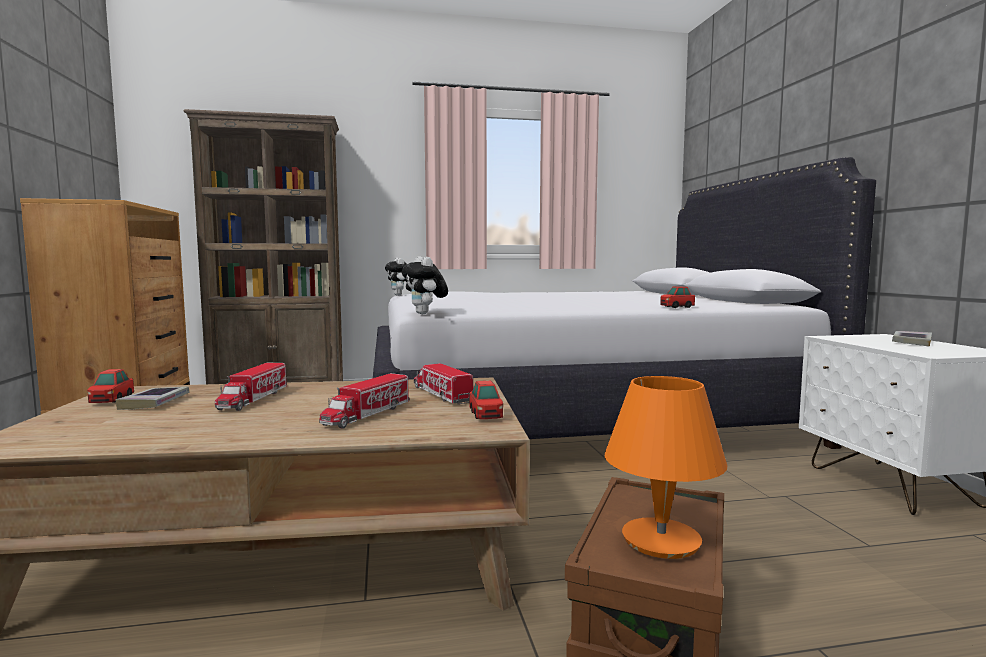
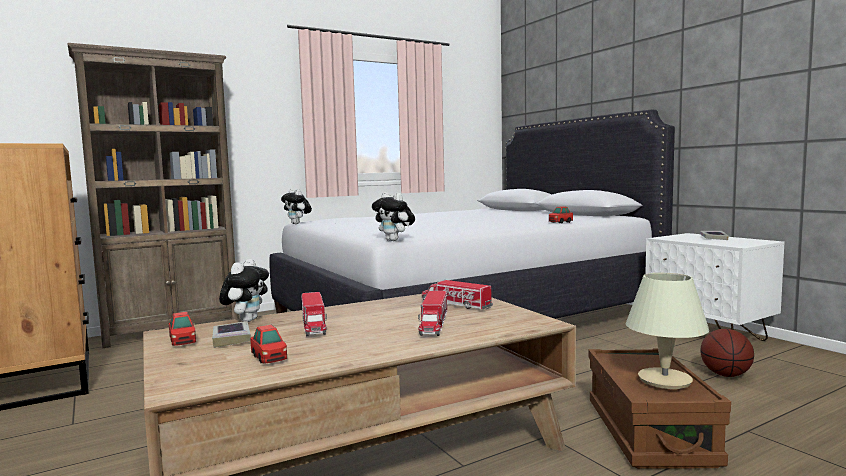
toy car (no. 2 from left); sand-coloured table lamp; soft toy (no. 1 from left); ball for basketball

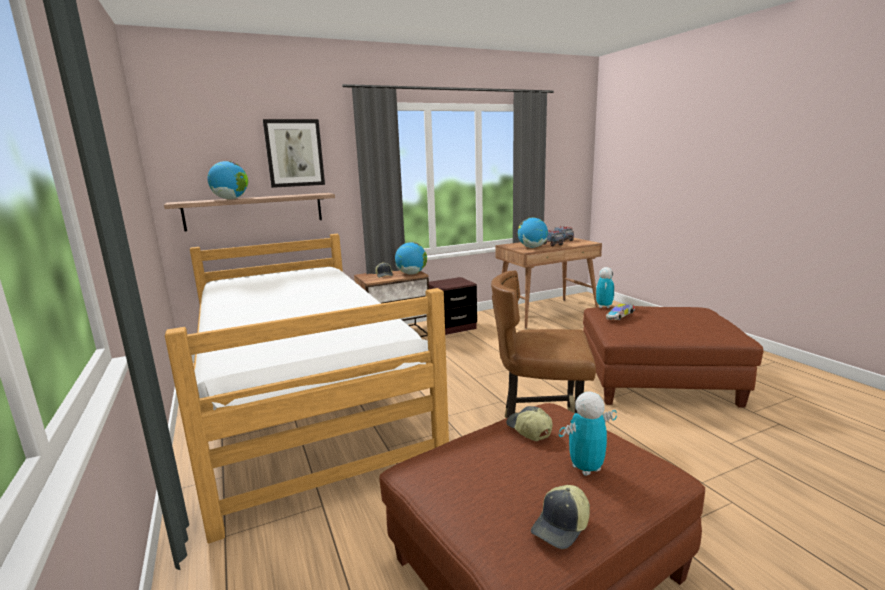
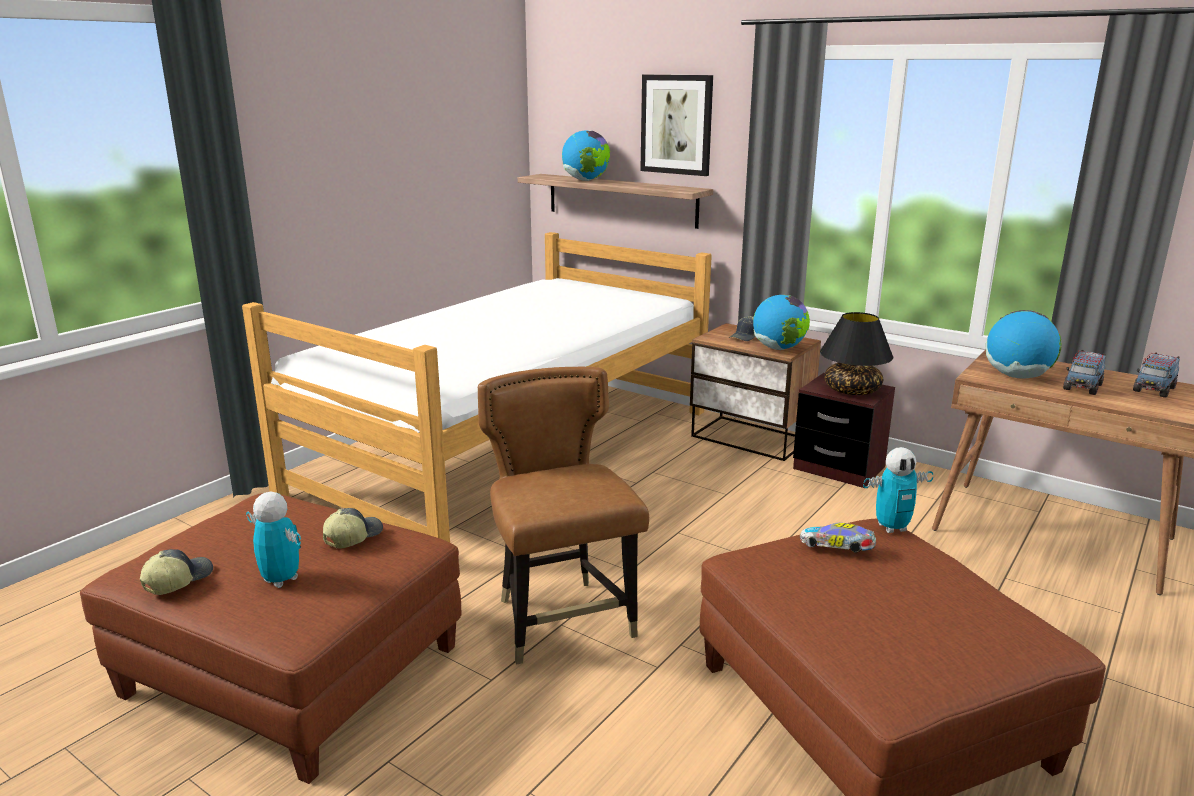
baseball cap (no. 1 from left); black table lamp

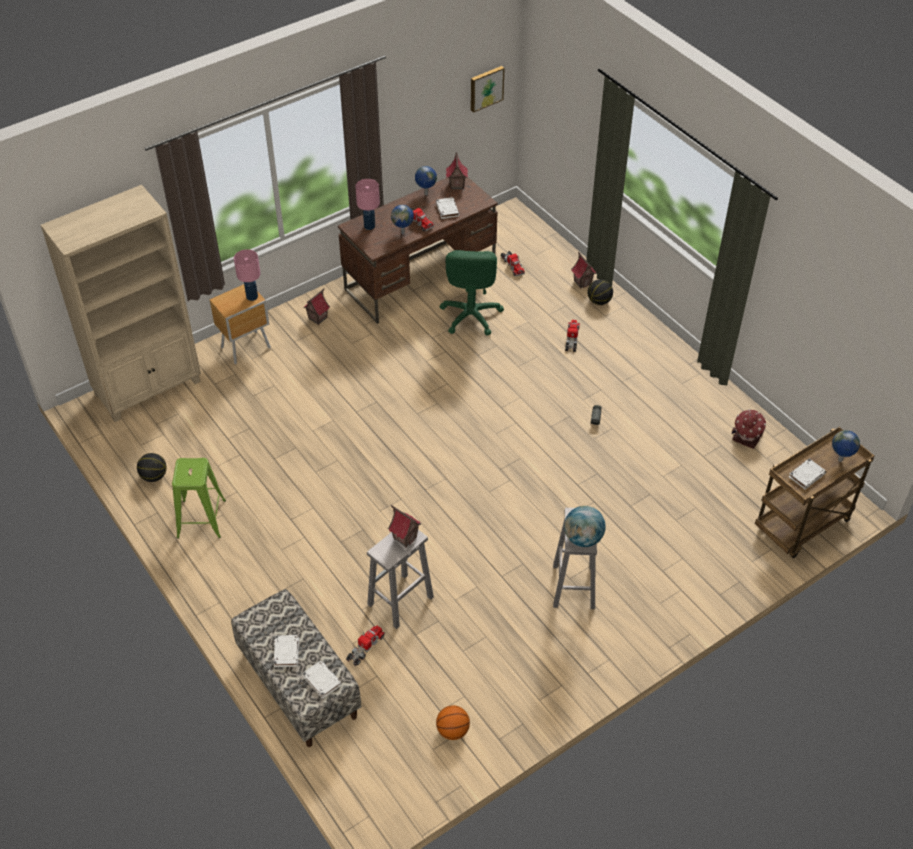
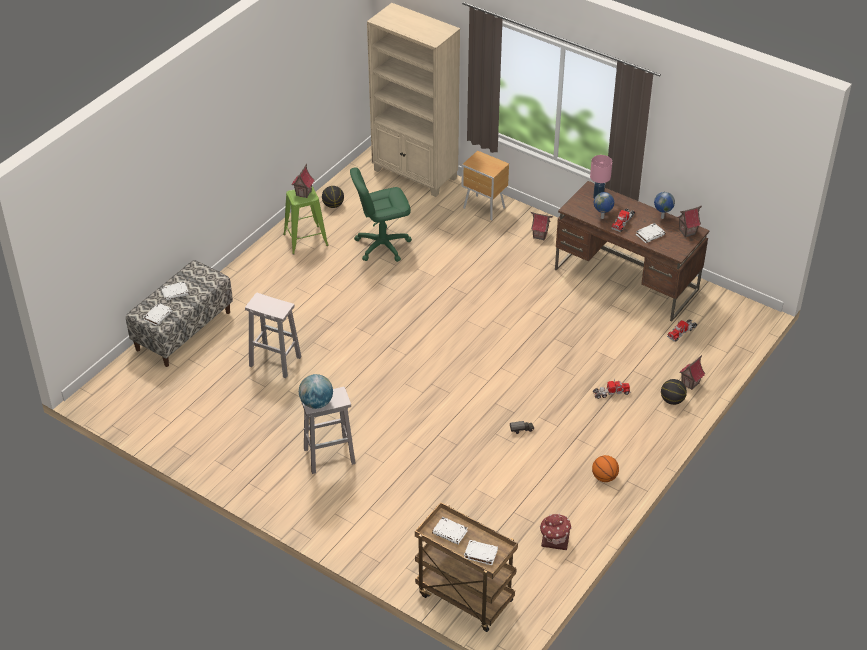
pink table lamp (no. 1 from left in the first image); toy lorry (no. 1 from left in the first image); toy house (no. 1 from left); ball for basketball (no. 2 from left); green desk chair; wall art; white-coloured bound book (no. 4 from left)

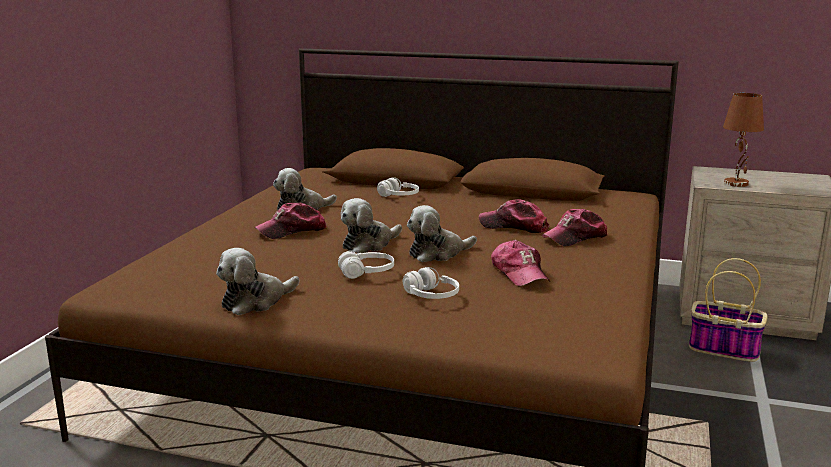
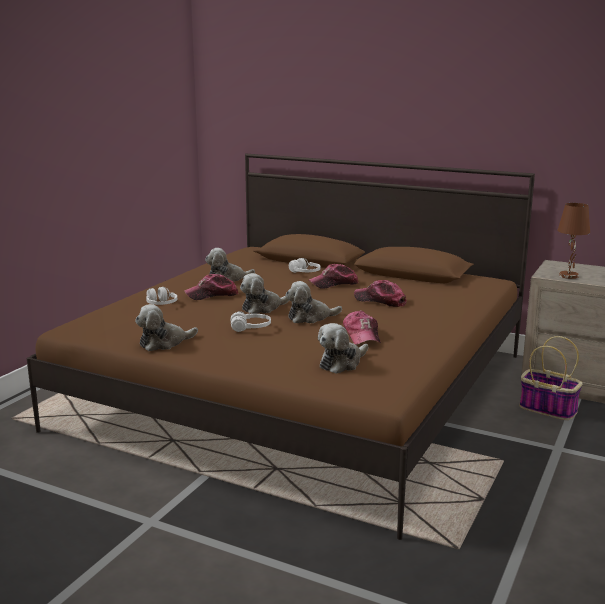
white-coloured pair of headphones (no. 1 from left); baseball cap (no. 2 from left); soft toy (no. 5 from left)

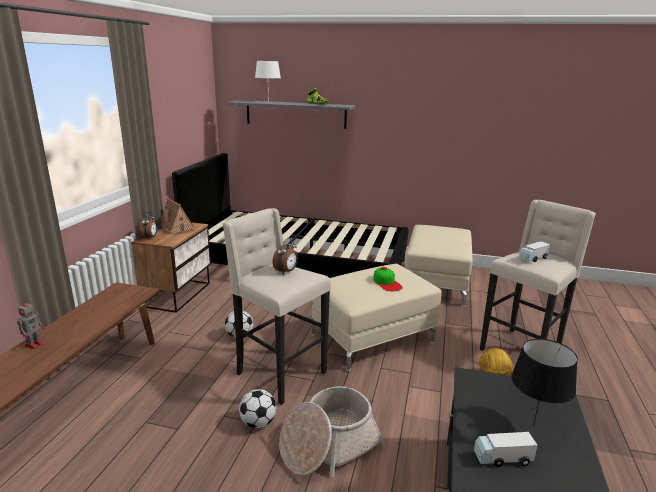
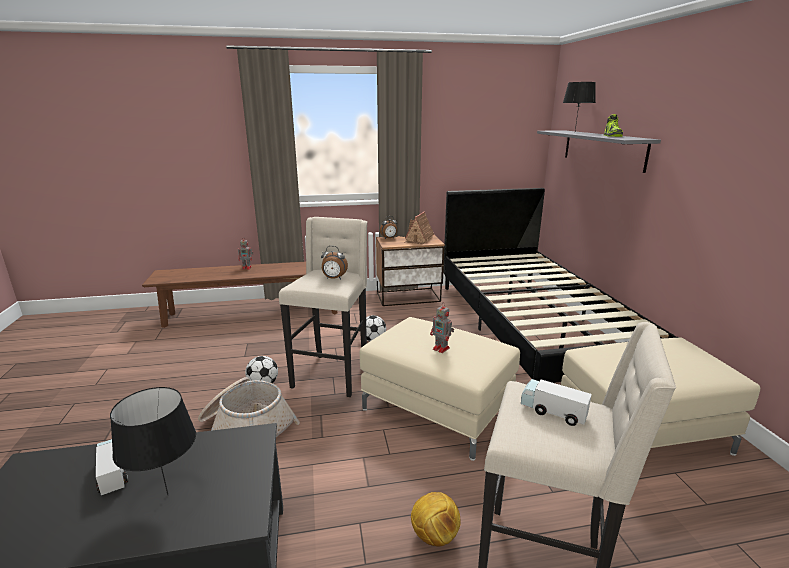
black table lamp (no. 2 from left); robot figure (no. 2 from left)

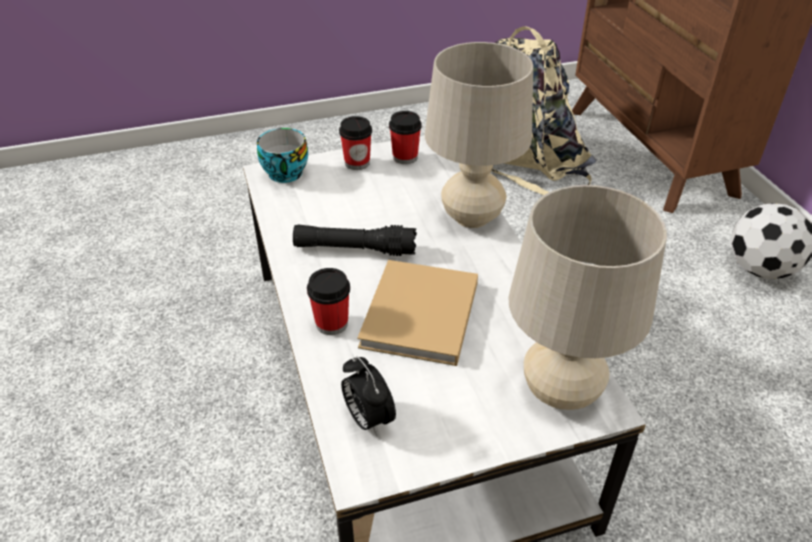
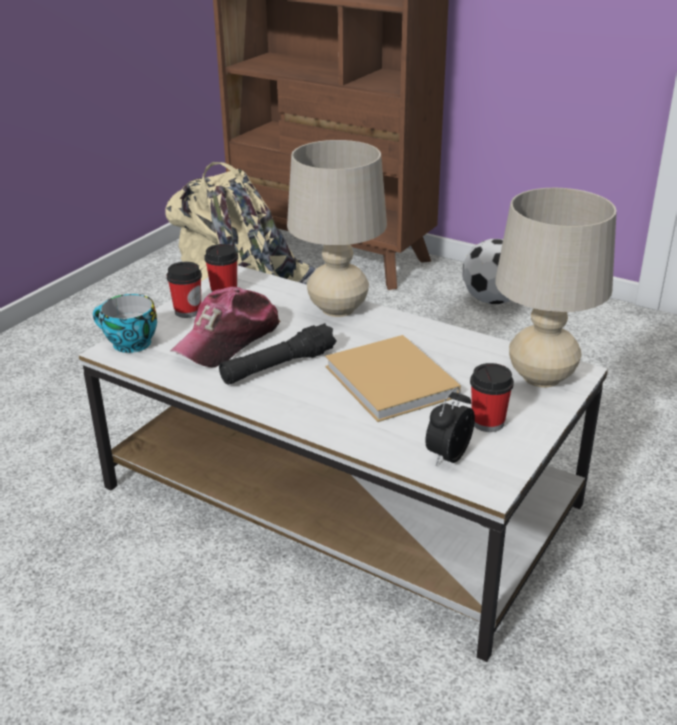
drinking cup (no. 4 from left); bedside clock; baseball cap

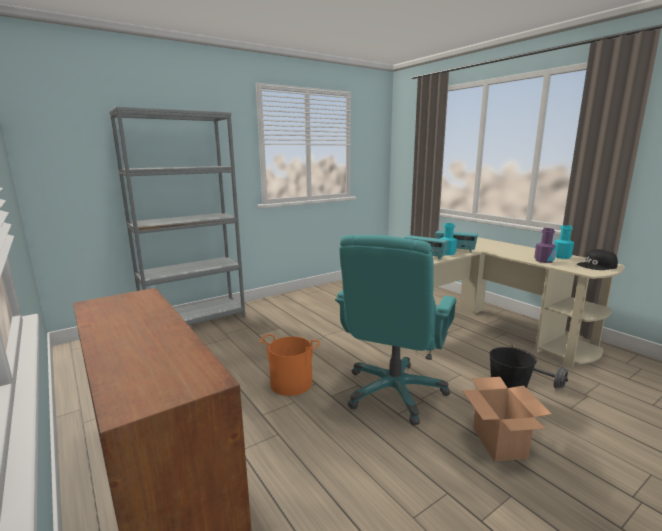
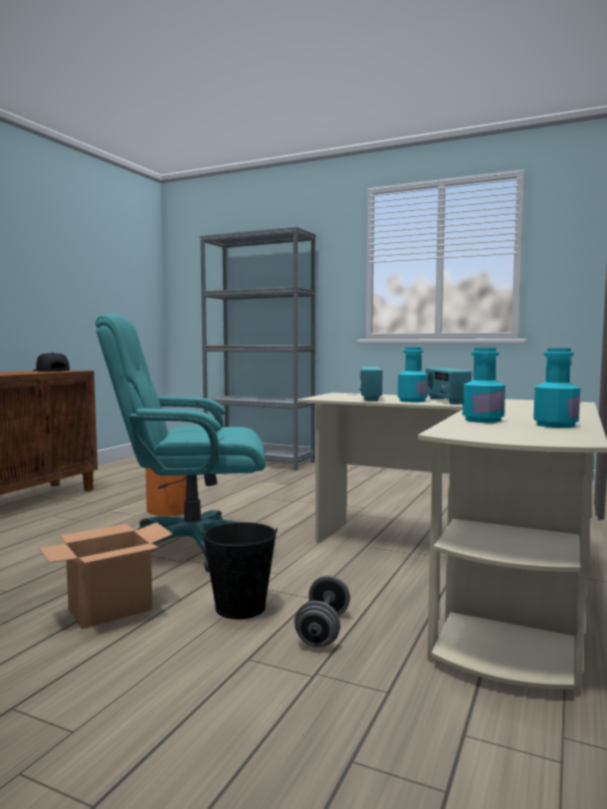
turquoise beverage bottle (no. 2 from left); black baseball cap

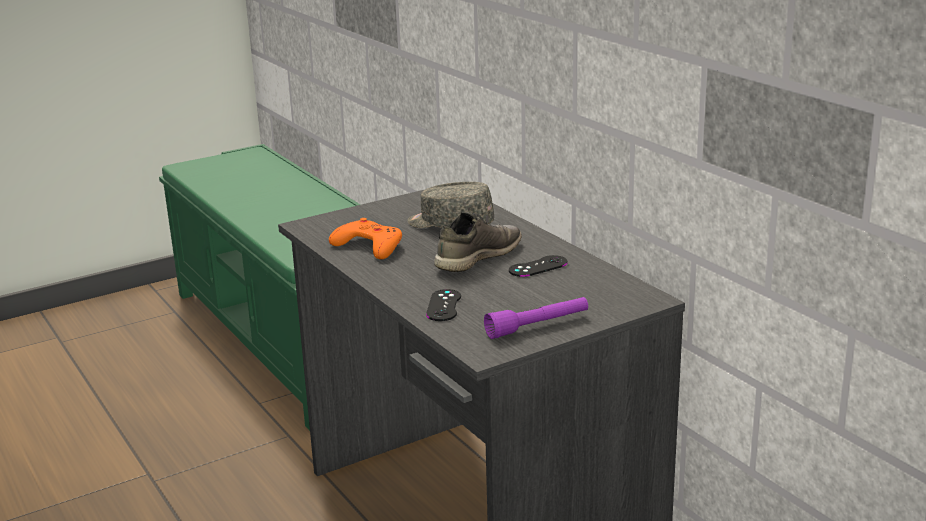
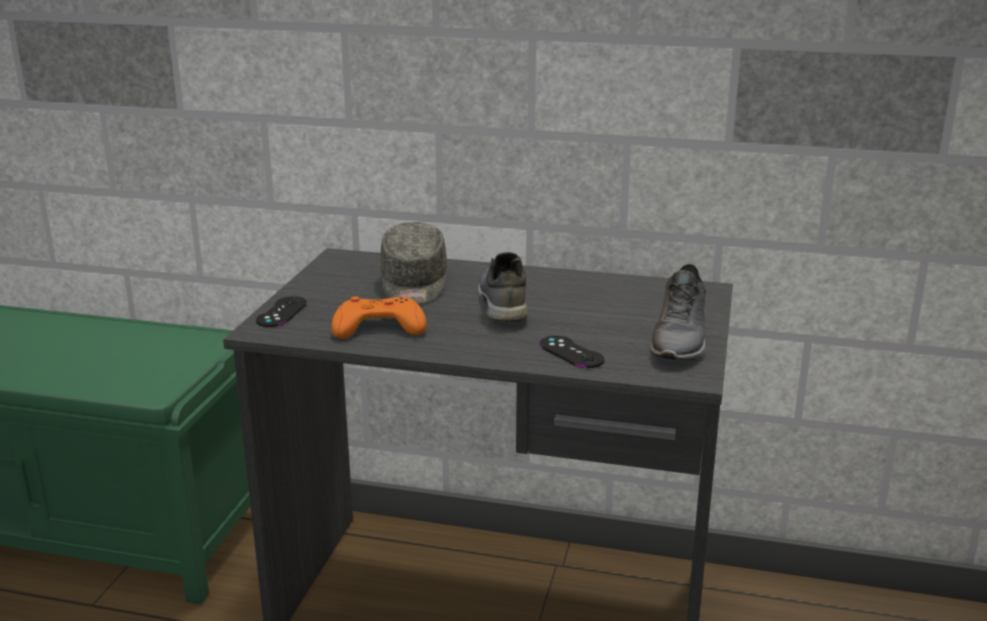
greyish baseball cap; greyish low shoe (no. 2 from left); black gamepad (no. 1 from left)

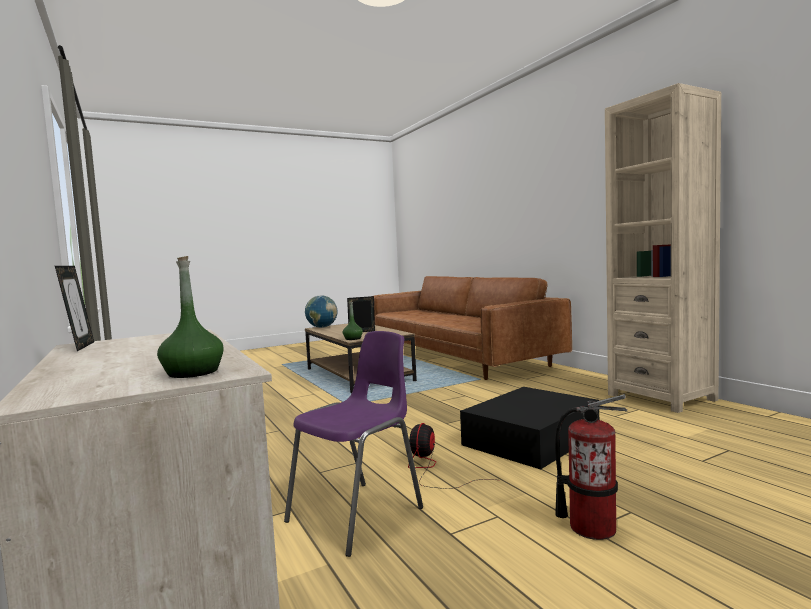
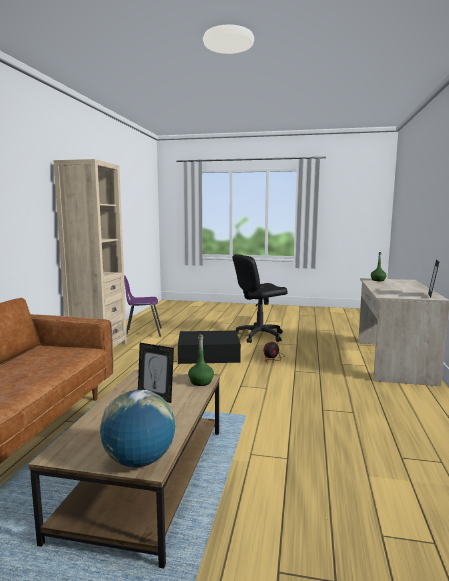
purple-coloured plain chair; black desk chair

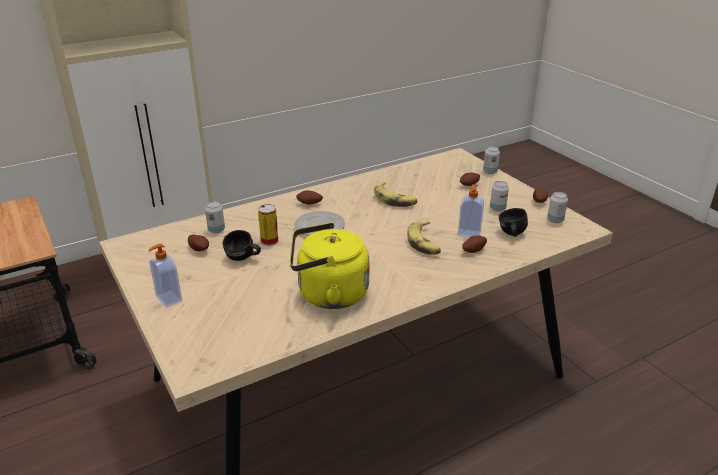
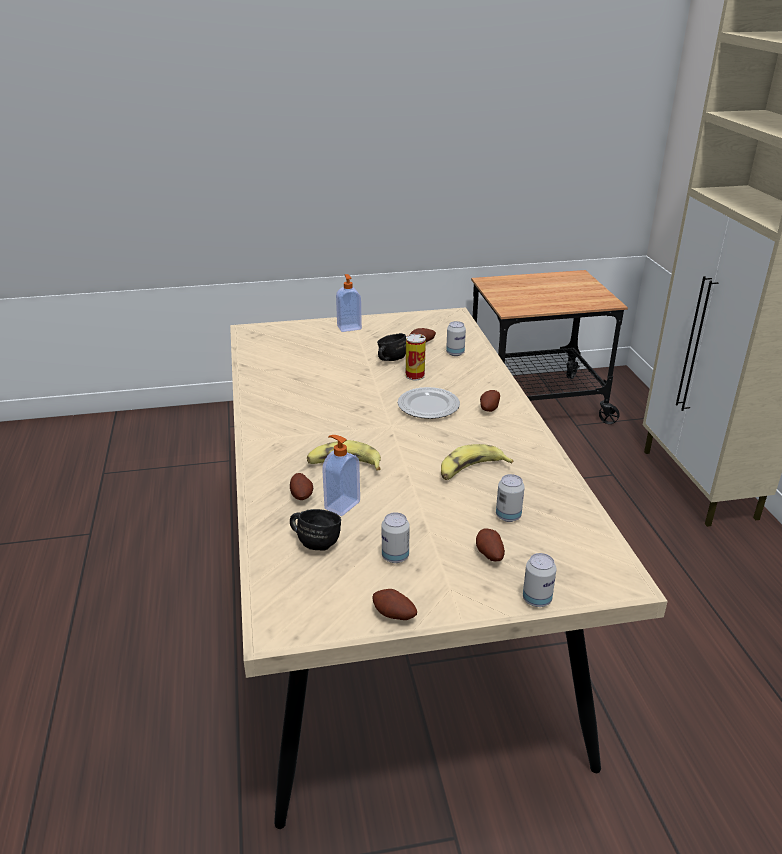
yellow kettle; metal can (no. 4 from left)

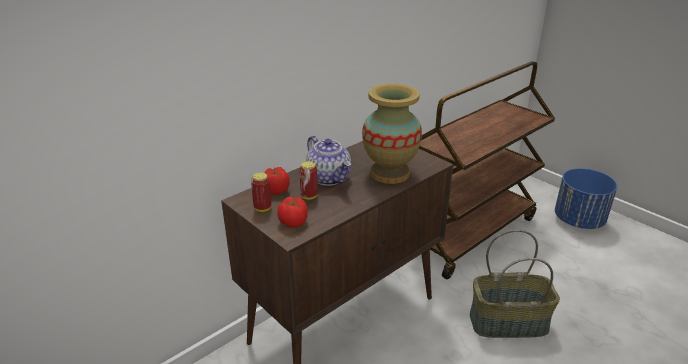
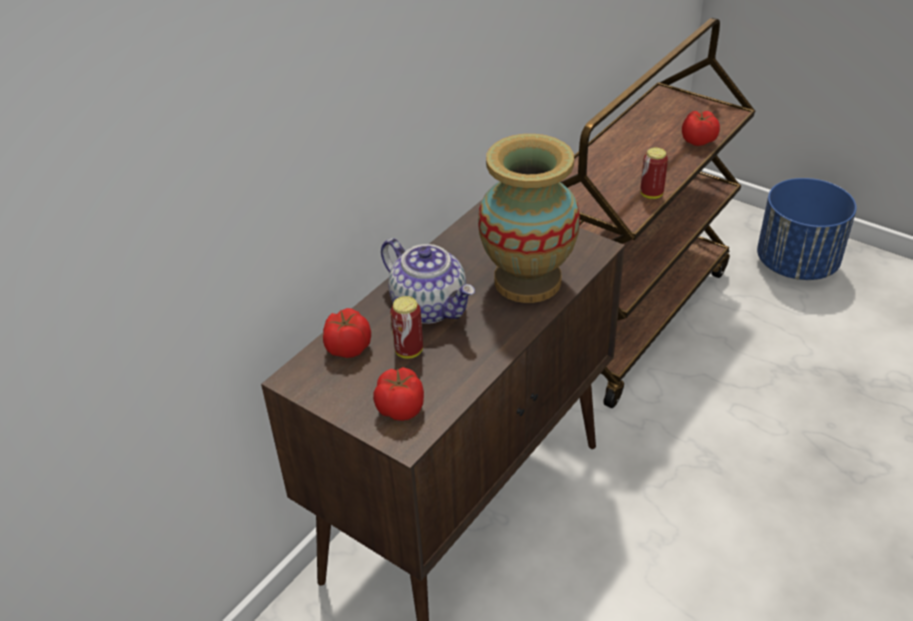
metal can (no. 2 from left); storage basket; tomato (no. 3 from left)

